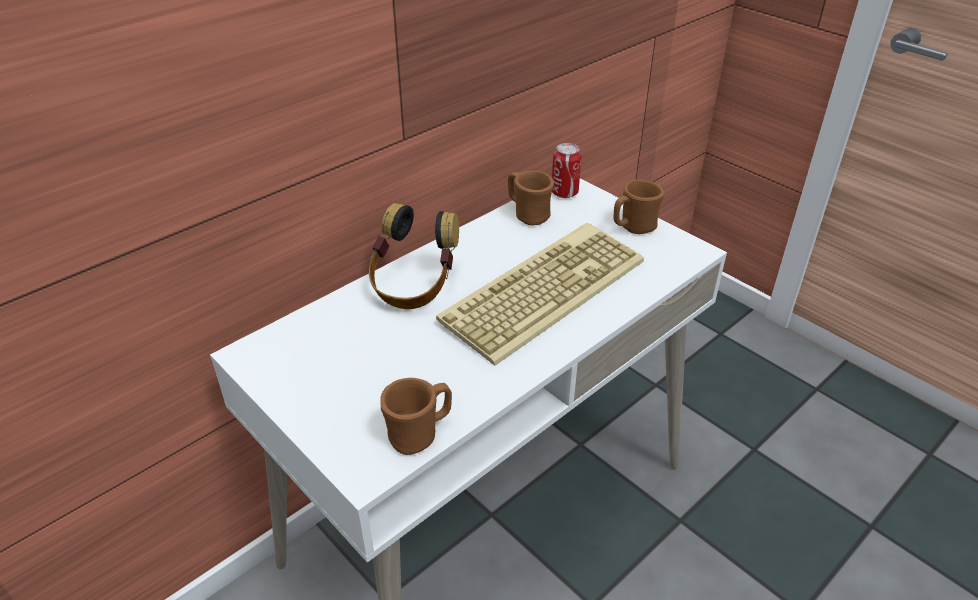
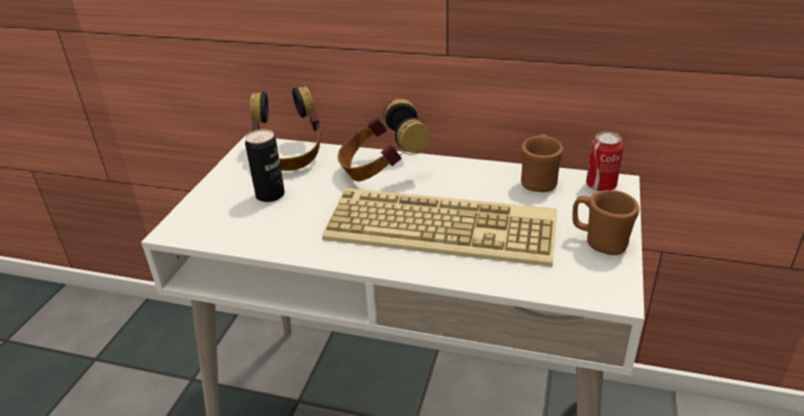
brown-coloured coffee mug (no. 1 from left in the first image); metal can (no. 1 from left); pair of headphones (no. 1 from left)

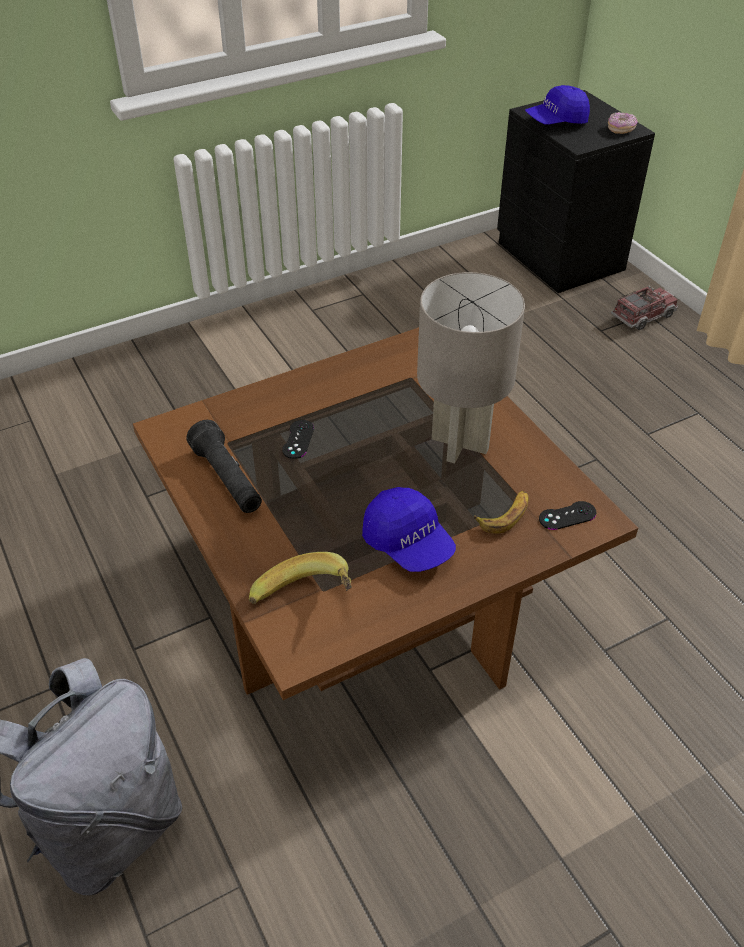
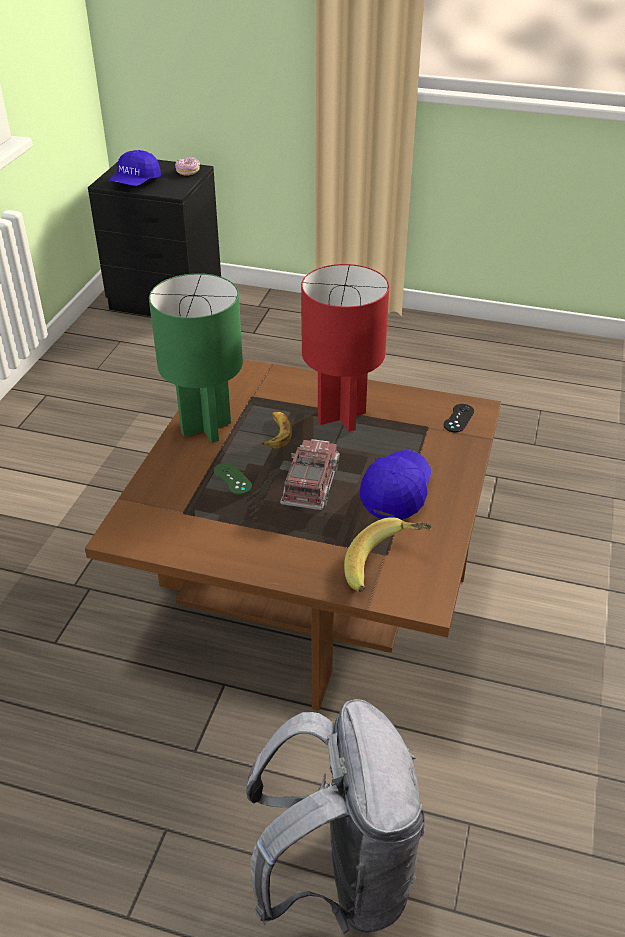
black flashlight; green gamepad; blue-coloured baseball cap (no. 2 from left); red table lamp; banana (no. 1 from left); toy lorry; green table lamp

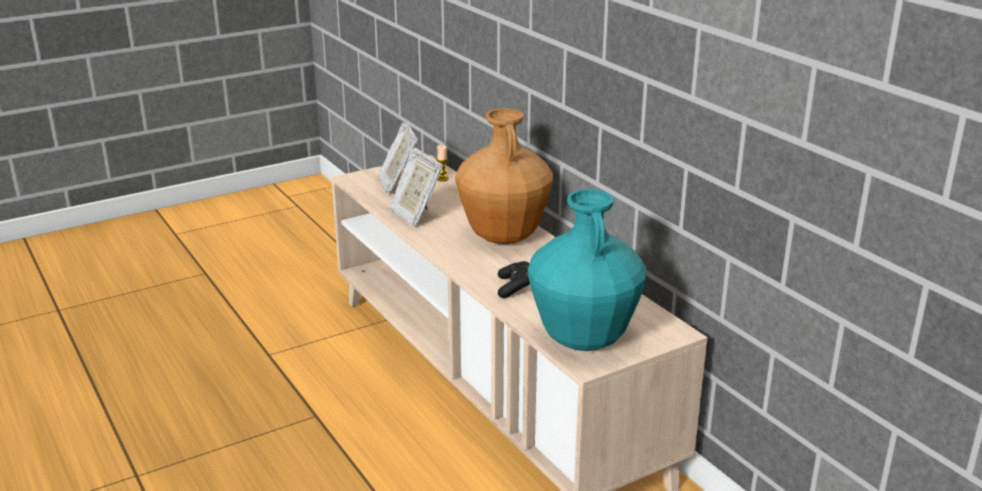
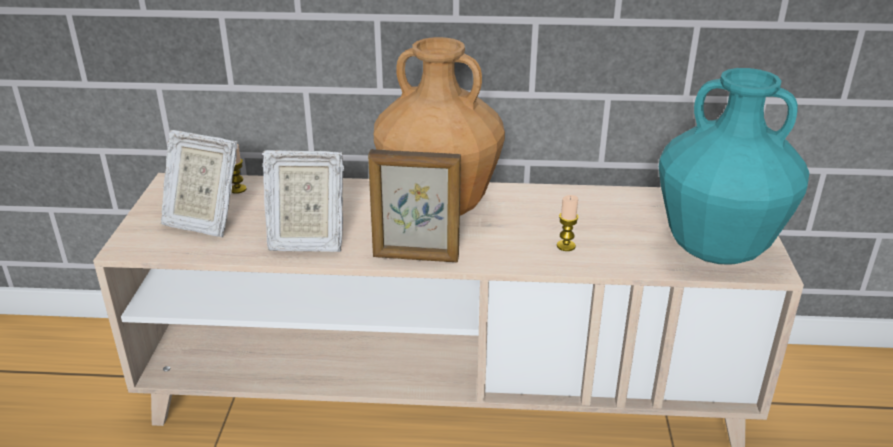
wax candle (no. 2 from left); picture frame (no. 3 from left)

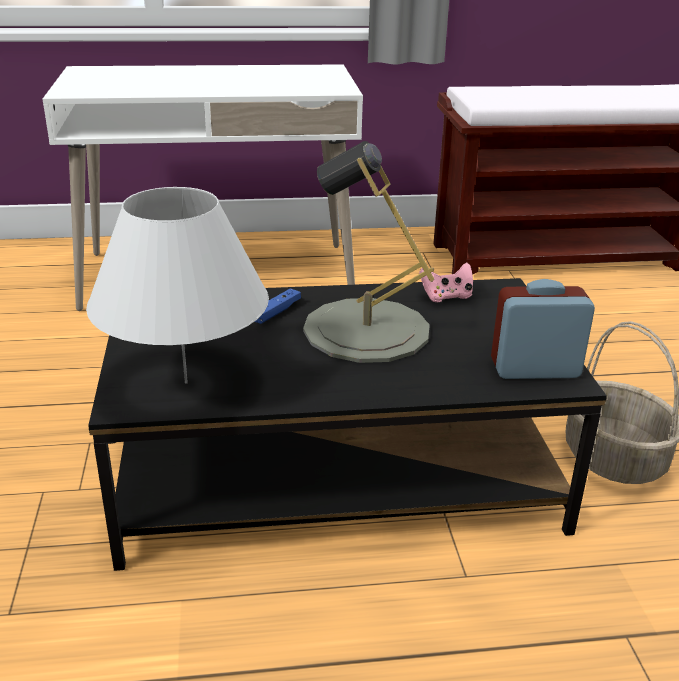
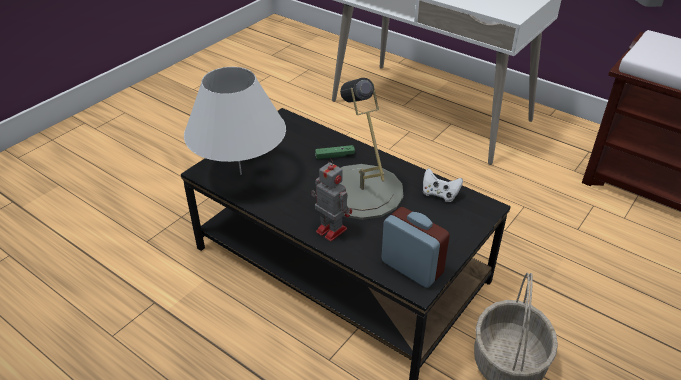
green gamepad; white-coloured gamepad; robot figure

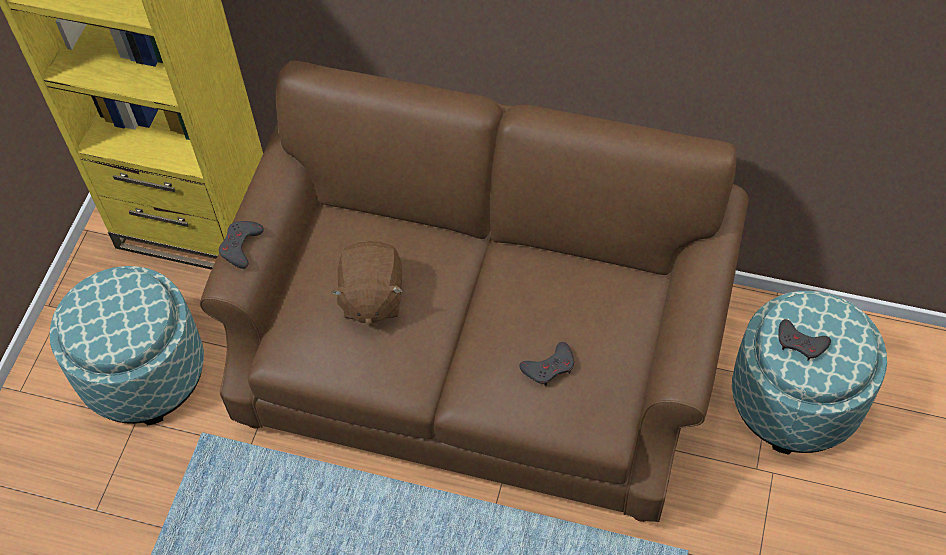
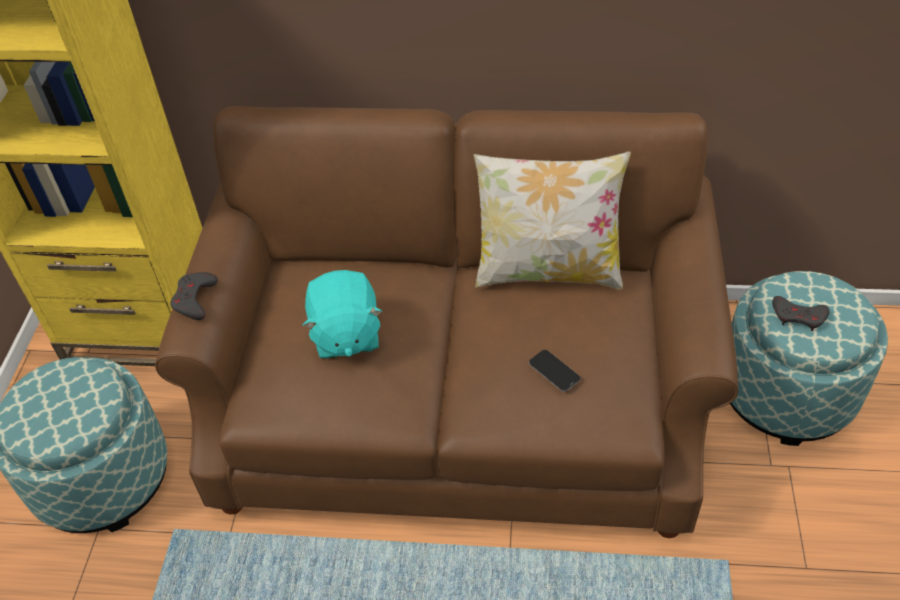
turquoise soft toy; phone; pillow

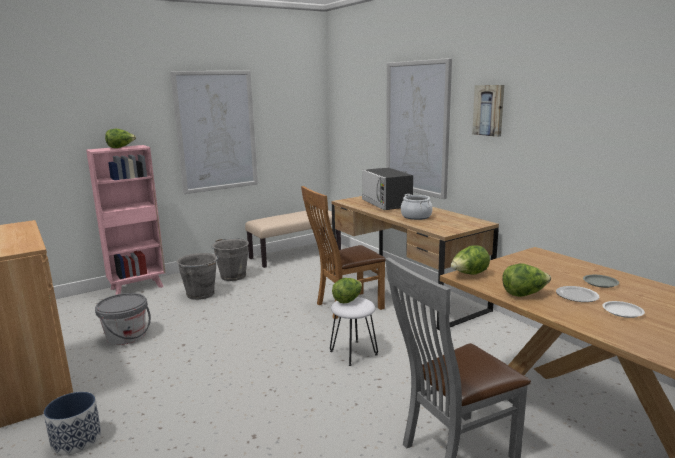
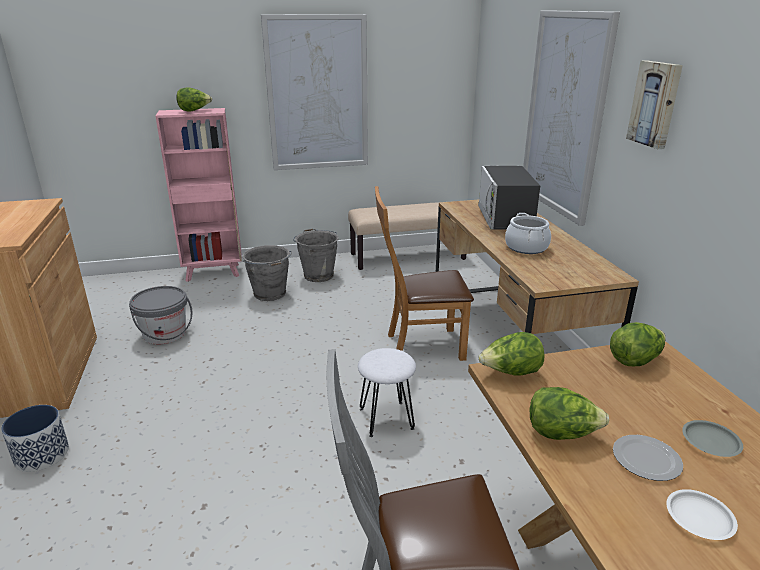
head of lettuce (no. 4 from left)

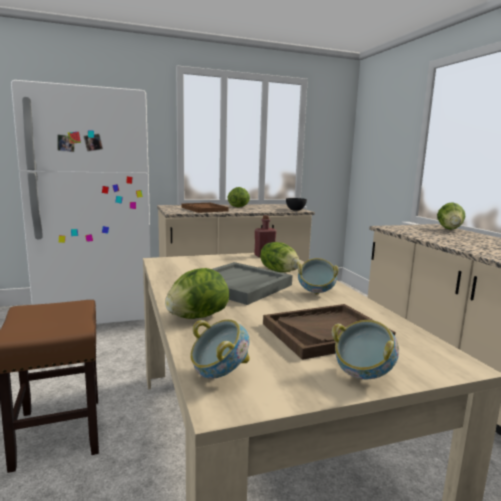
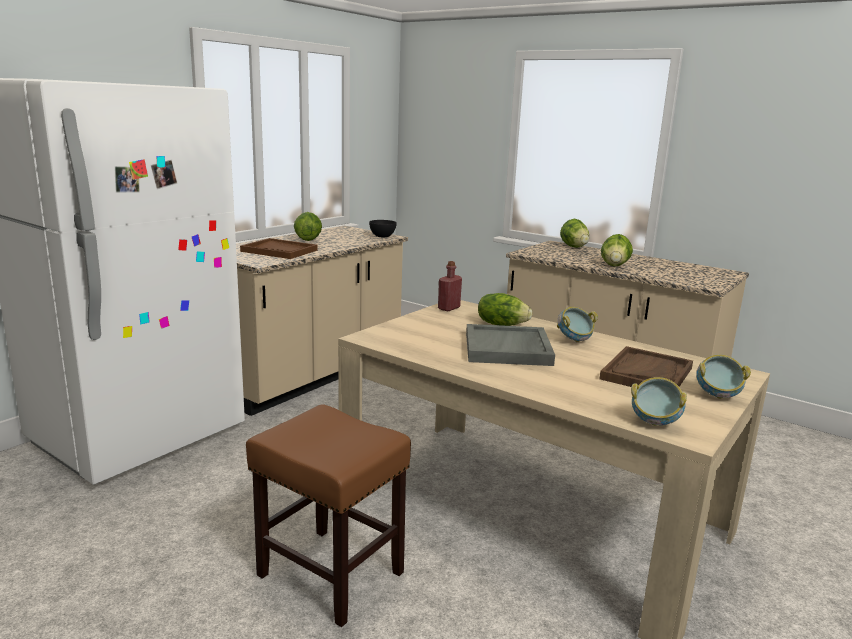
head of lettuce (no. 4 from left)

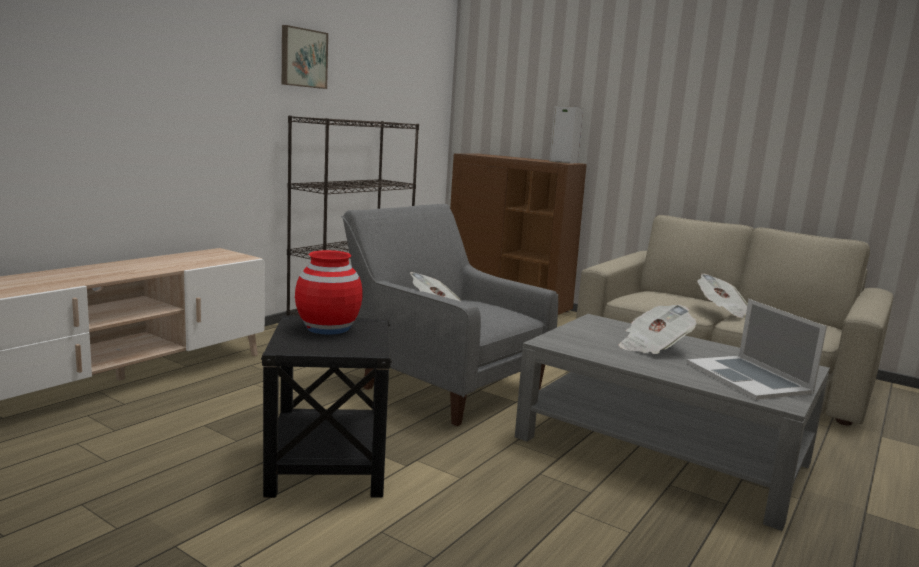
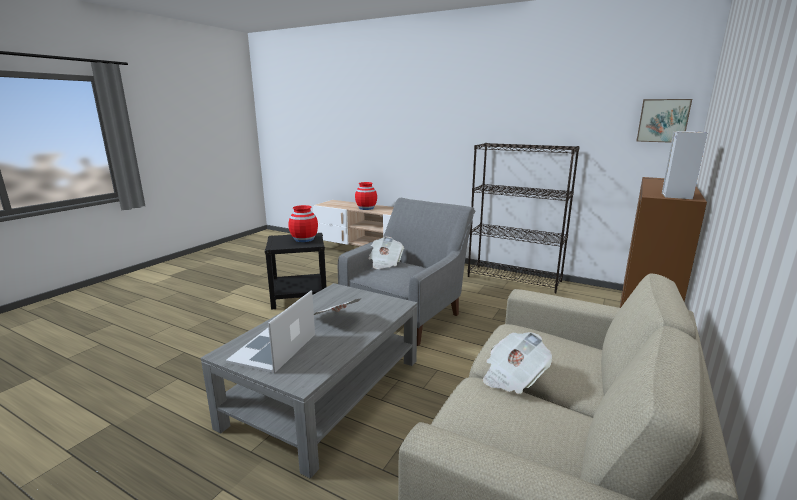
wall art; notebook computer; red vase (no. 2 from left)

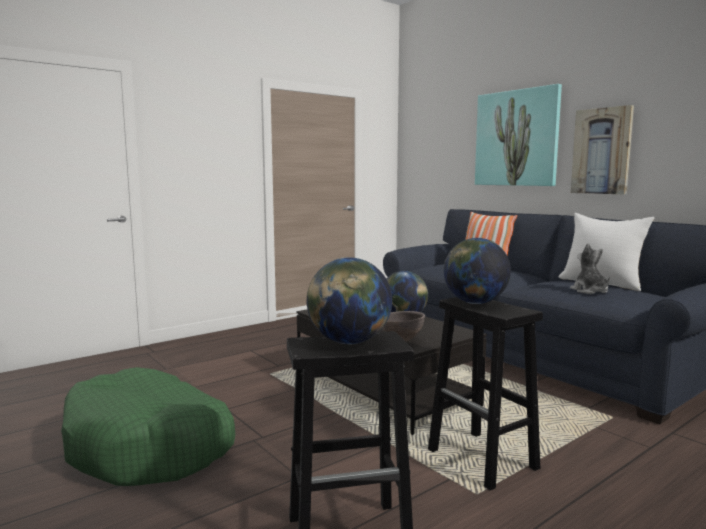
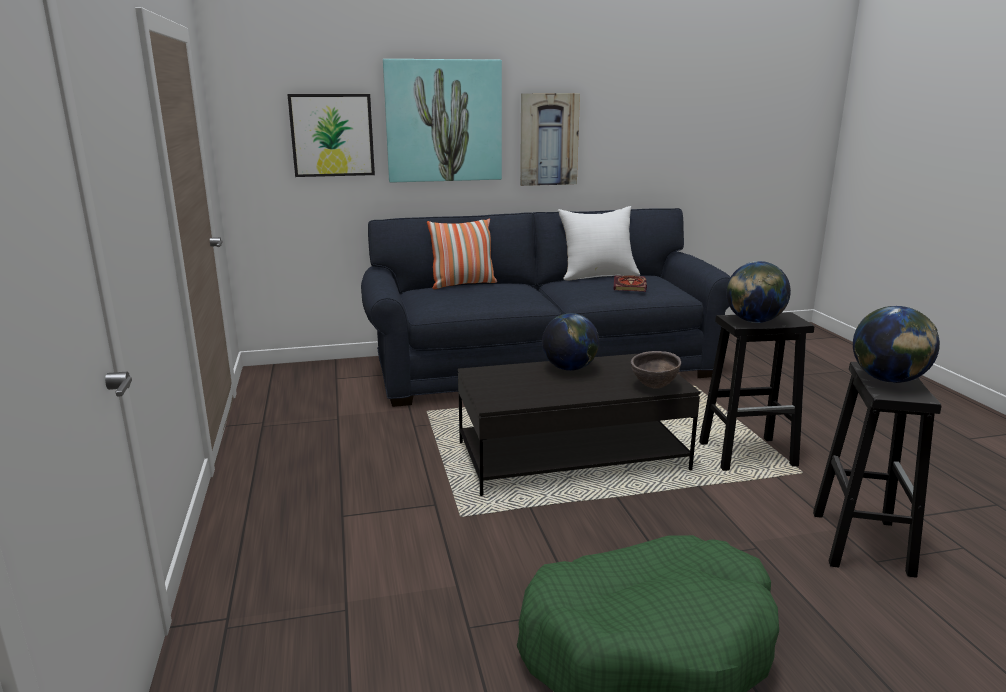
bound book; wall art (no. 1 from left)

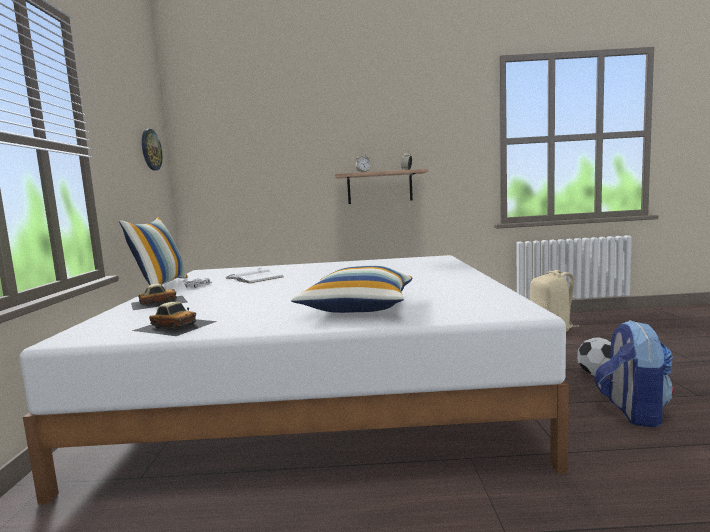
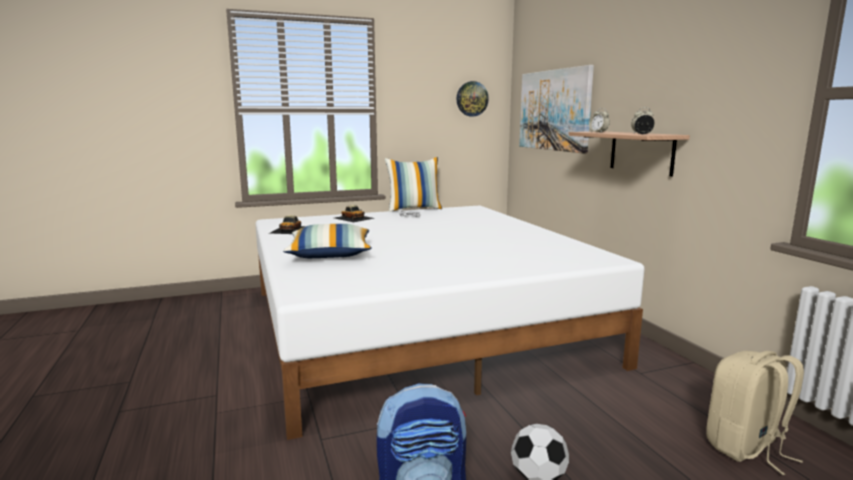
white-coloured bound book; wall art

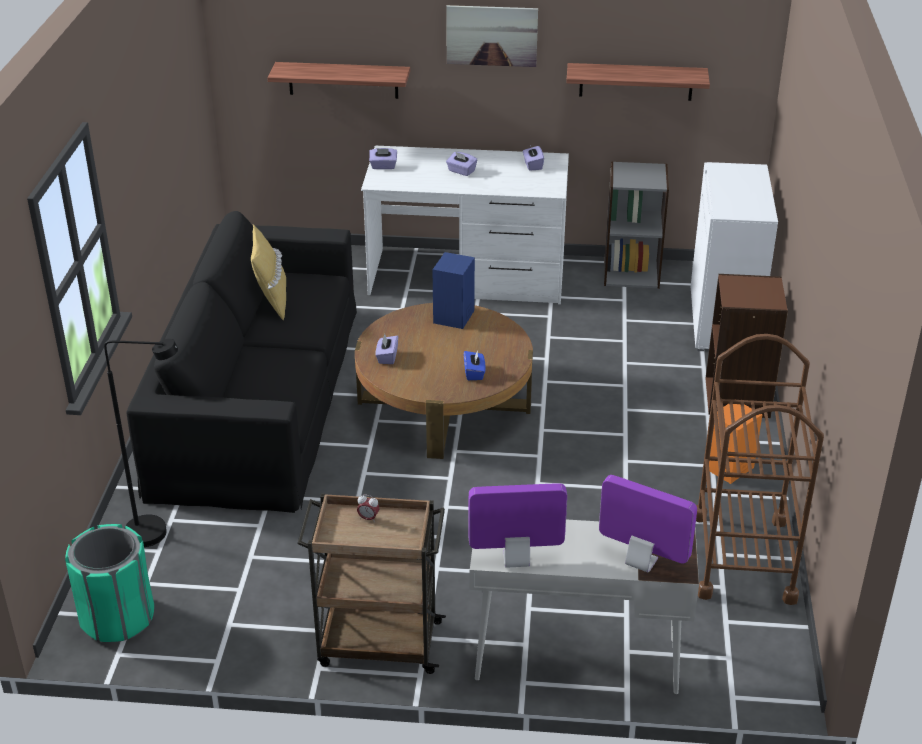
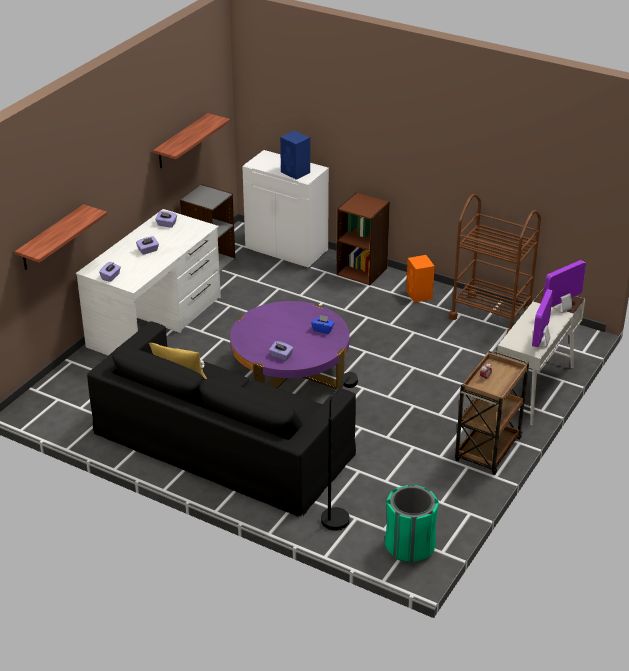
purple-coloured lounge table; blue-coloured speaker; wall art

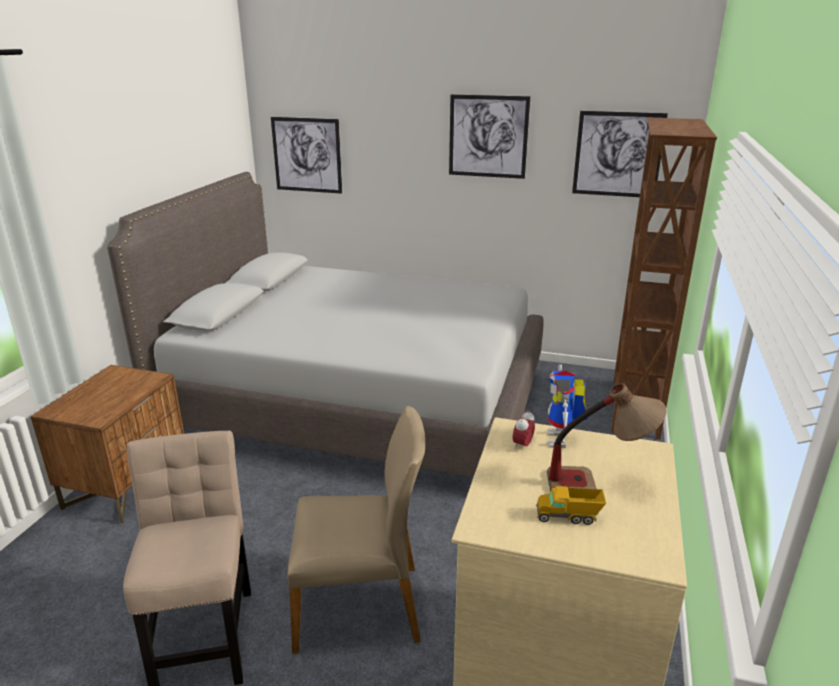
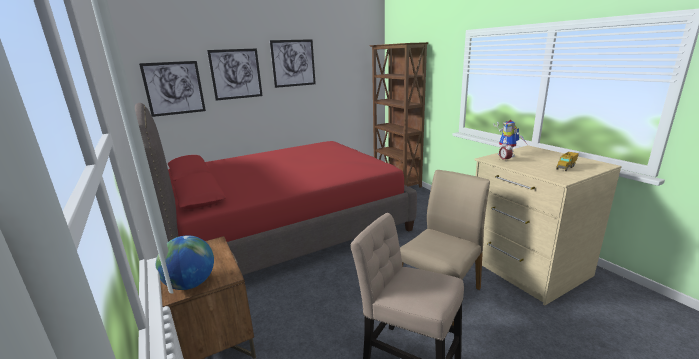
red bedroom bed; table lamp; wall art (no. 2 from left); world globe

